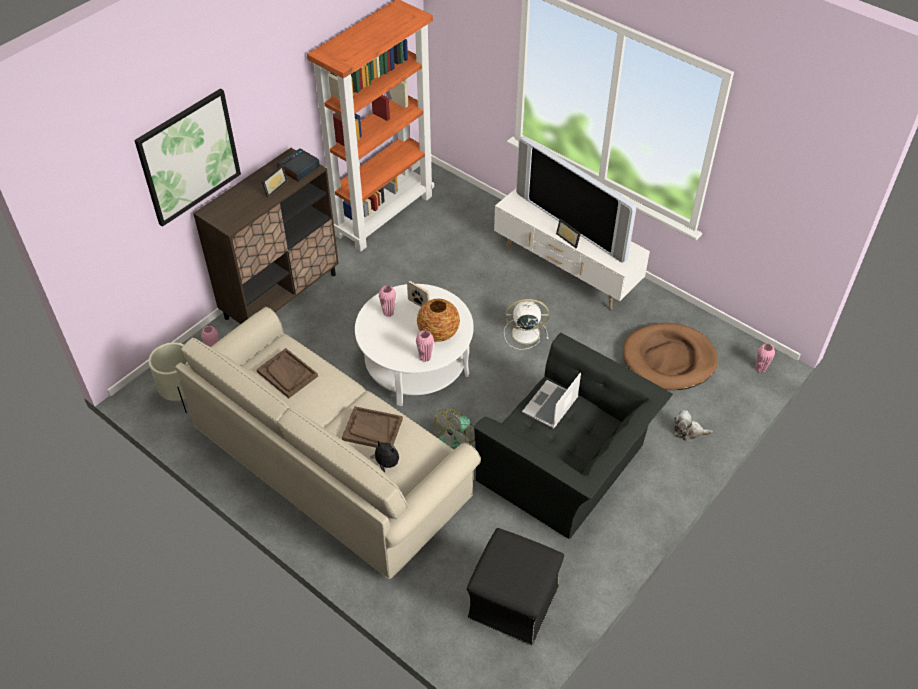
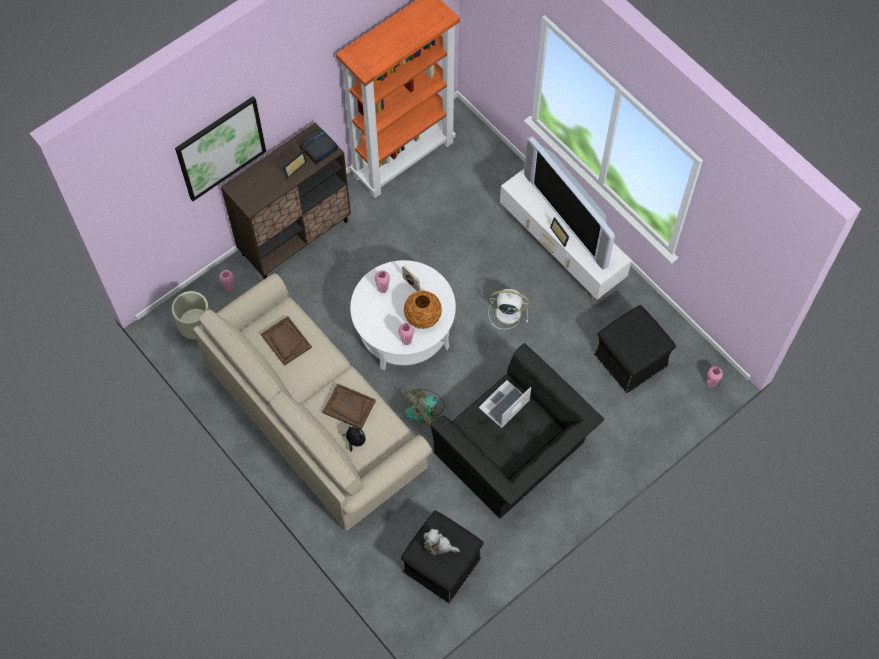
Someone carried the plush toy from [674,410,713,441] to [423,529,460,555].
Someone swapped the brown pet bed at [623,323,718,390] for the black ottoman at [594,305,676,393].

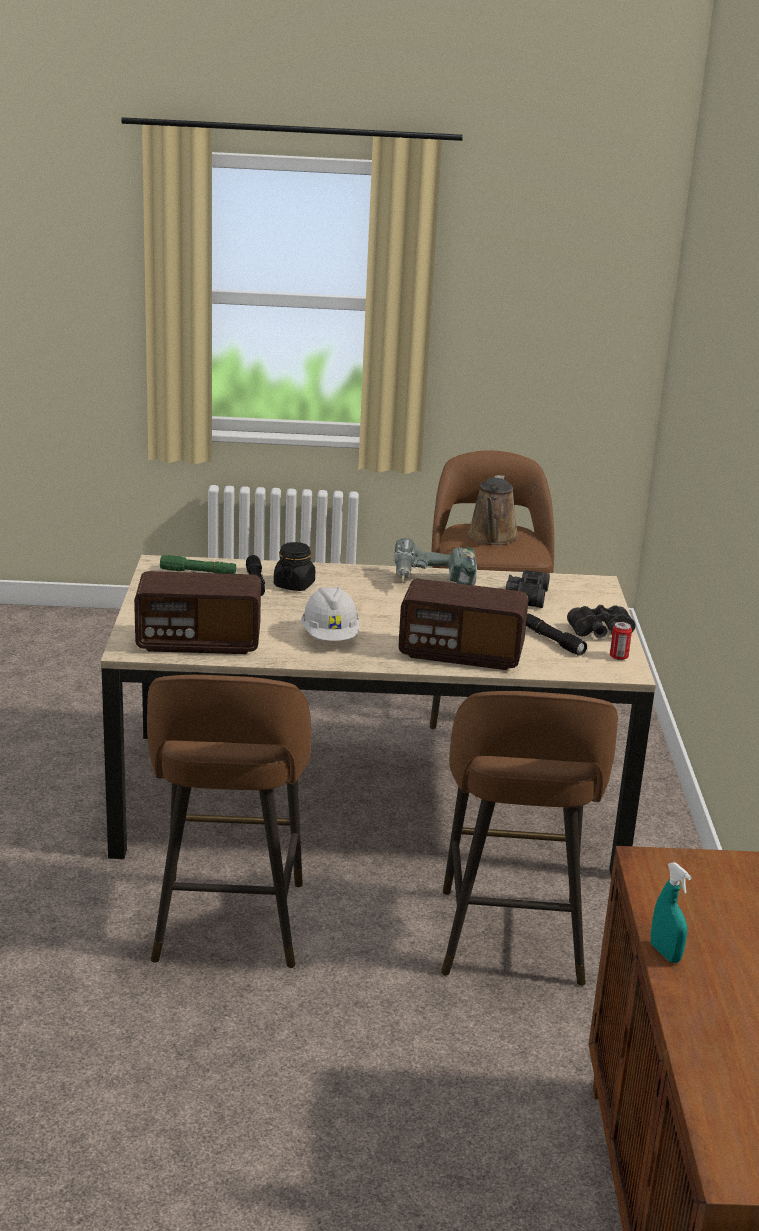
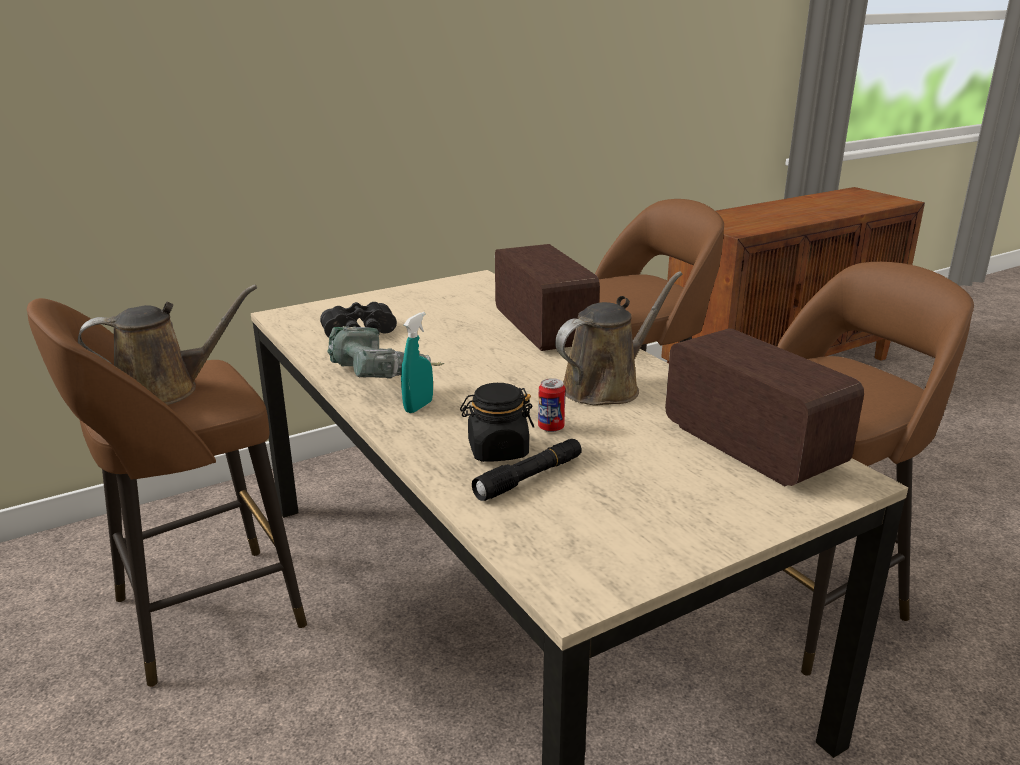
Someone carried the blue-green sprayer from [651,862,692,963] to [401,312,433,413].
Someone carried the sealed can from [610,622,632,660] to [538,378,565,432].
Someone swapped the white safety helmet at [301,587,360,641] for the brown watering pot at [555,271,682,405].
Someone took away the greenish torch at [160,555,236,574].
Someone took away the black torch at [526,614,587,656].
Someone took away the black pair of binoculars at [567,605,635,638].

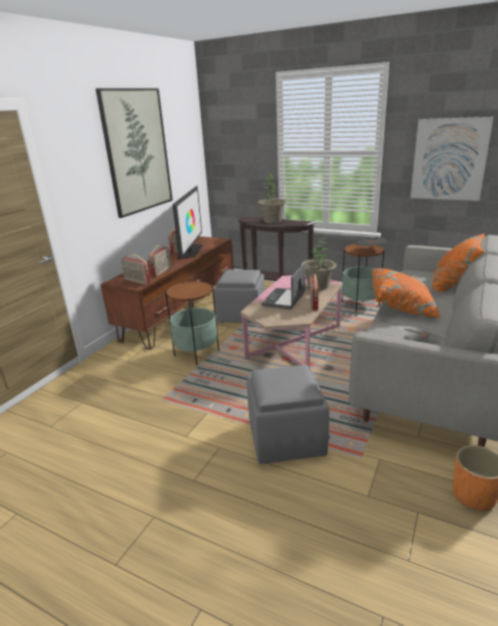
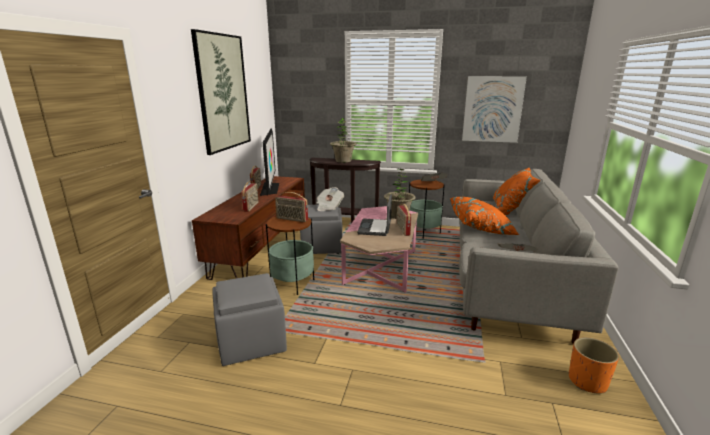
Someone carried the greyish ottoman from [247,365,329,464] to [212,273,287,366].
Someone carried the radio from [121,254,151,285] to [275,192,308,222].
Someone put down the newspaper at [316,187,344,211].

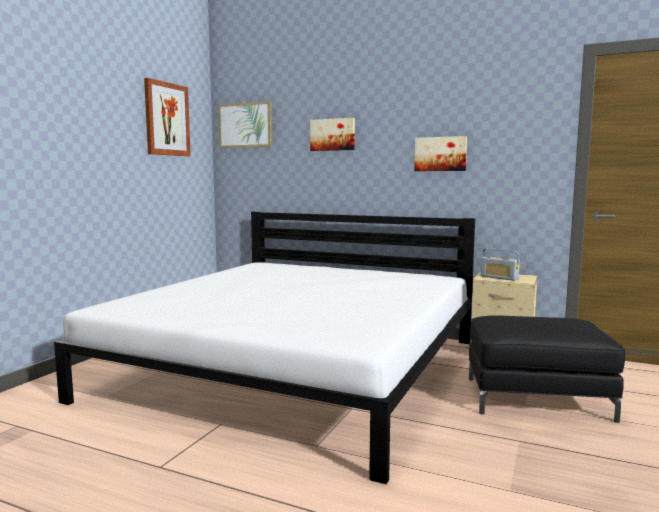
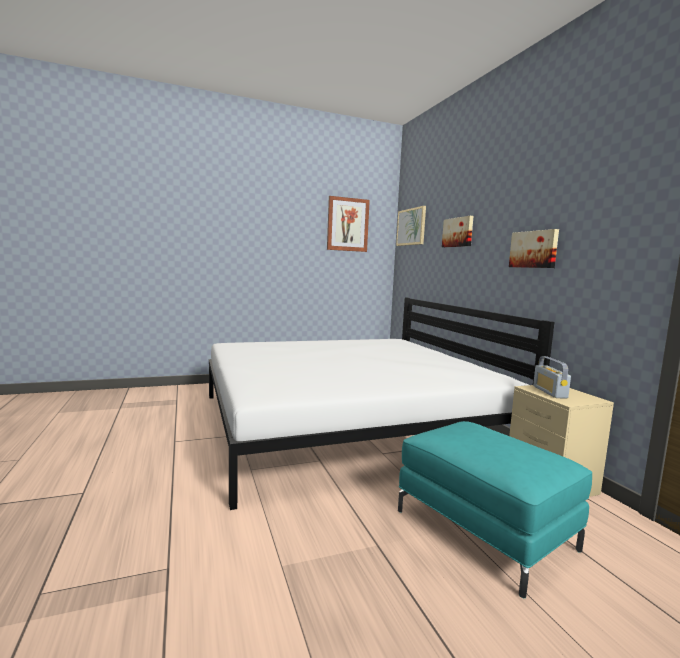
Someone repainted the black ottoman at [469,316,625,423], which became the blue-green ottoman at [398,421,592,598].

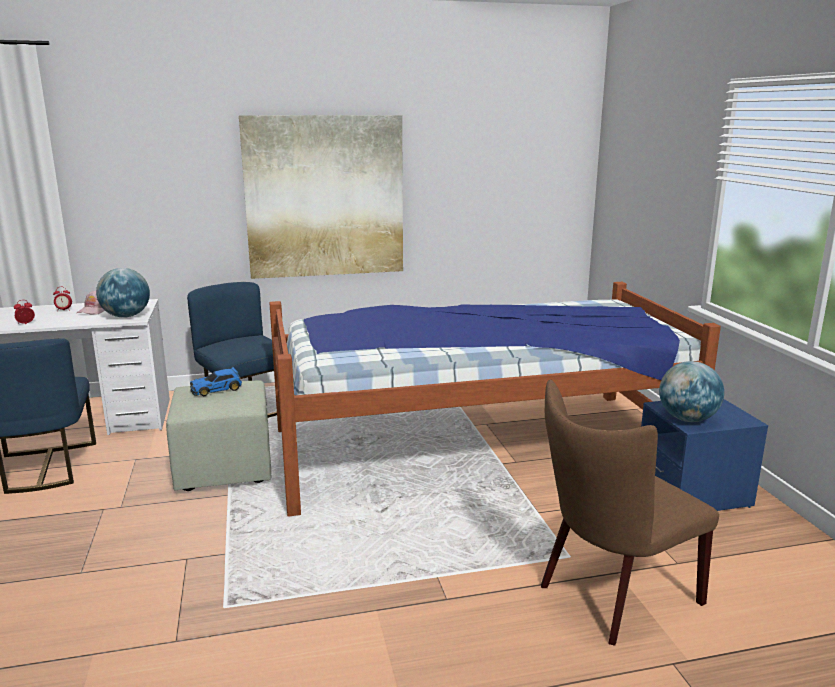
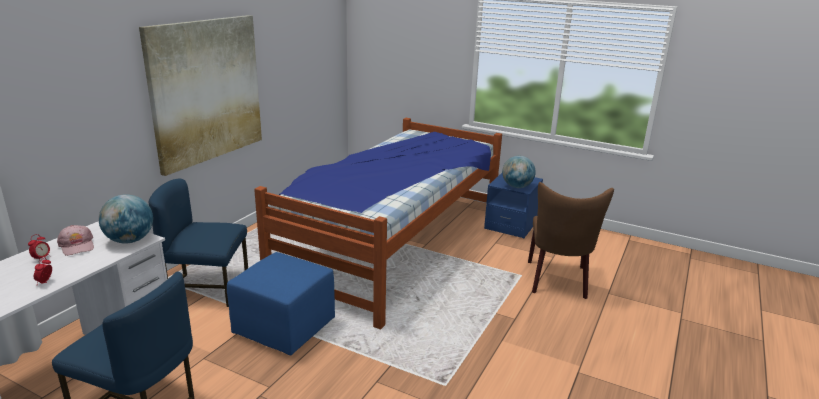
Someone repainted the greenish ottoman at [166,380,271,491], which became the blue ottoman at [227,252,335,355].
Someone took away the model car at [190,367,242,396].

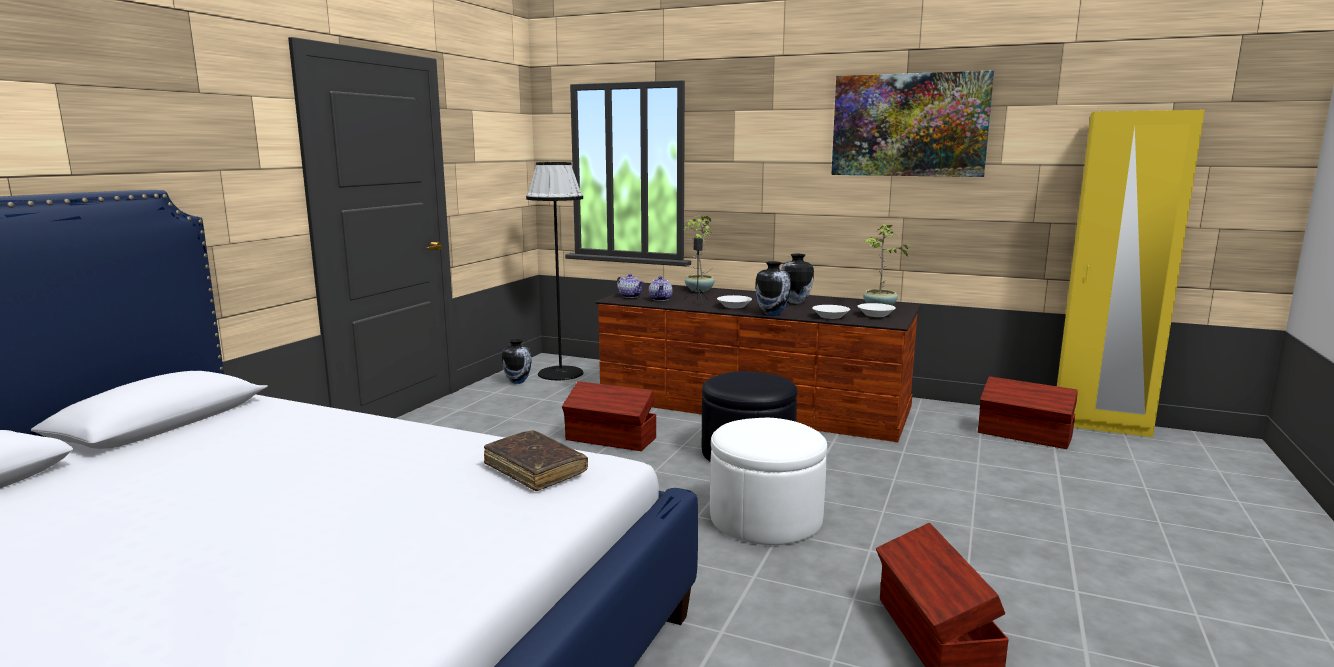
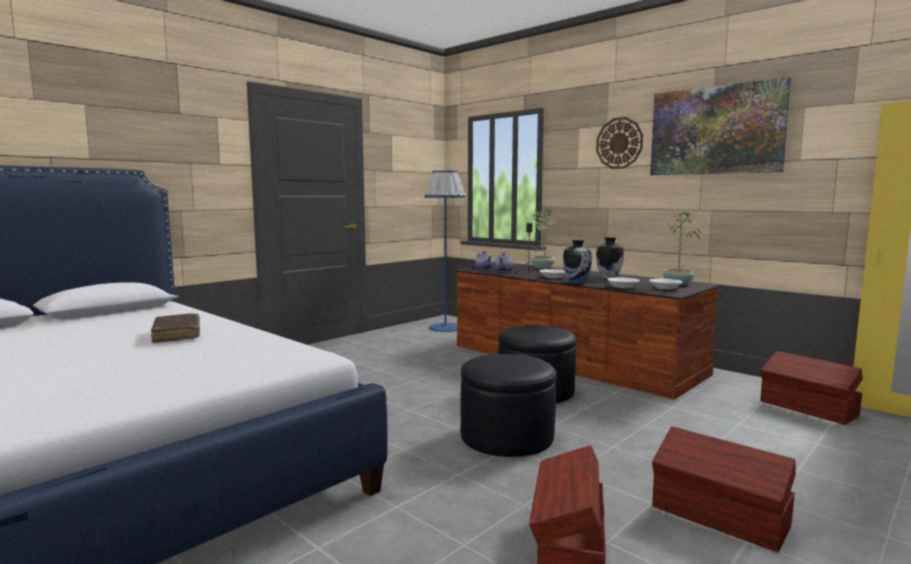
Someone carried the brown book from [484,430,588,491] to [151,313,200,343].
Someone repainted the black standing lamp at [526,162,584,380], which became the blue standing lamp at [425,170,466,332].
Someone repainted the white ottoman at [710,418,827,545], which became the black ottoman at [460,354,557,457].
Someone put up the wall clock at [596,117,643,169].
Someone carried the brown storage box from [562,381,656,451] to [652,426,796,552].
Someone took away the decorative vase at [502,339,531,384].

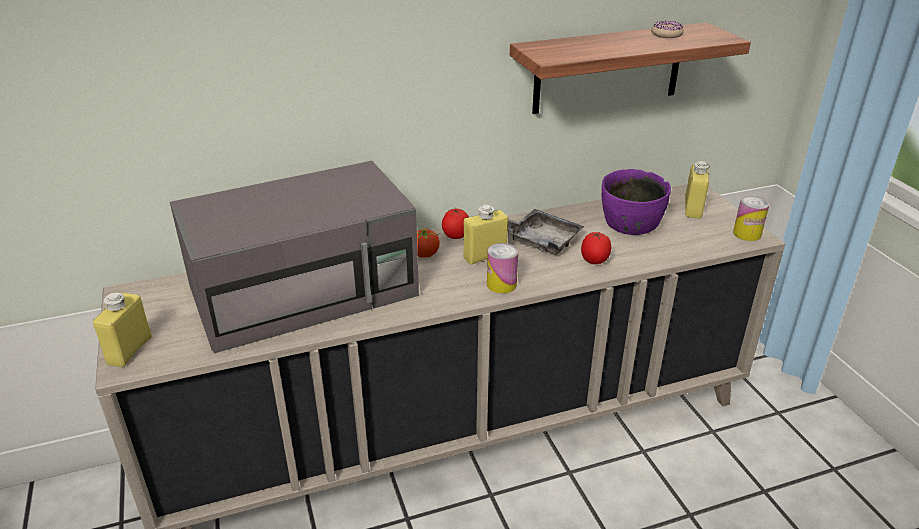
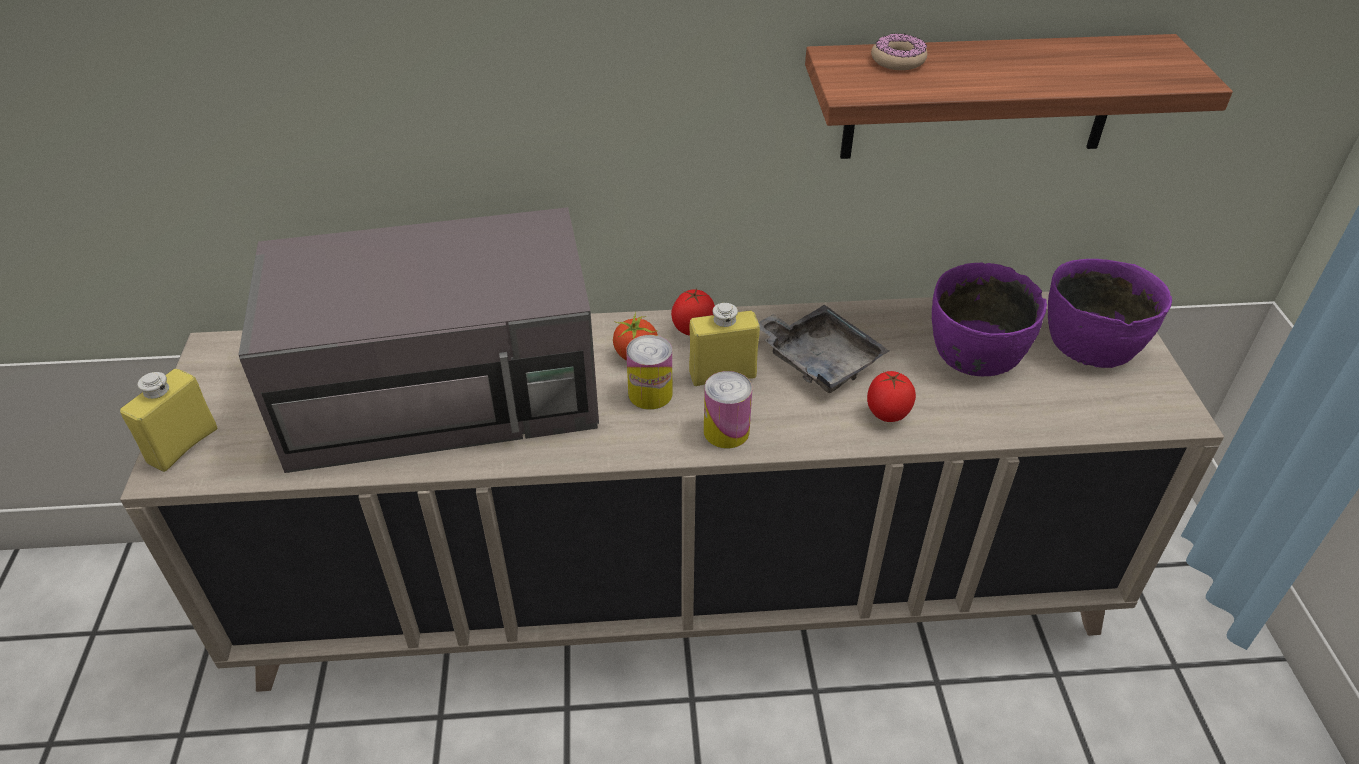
Someone carried the sealed can from [733,196,770,241] to [626,335,672,410].
Someone carried the donut from [651,21,684,38] to [871,33,927,70].
Someone swapped the yellowish drink bottle at [685,161,710,219] for the purple deep dish at [1048,259,1172,368].

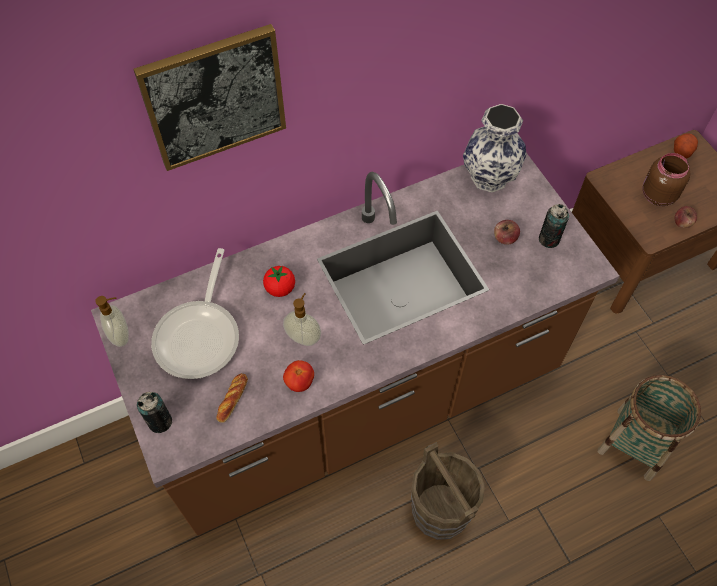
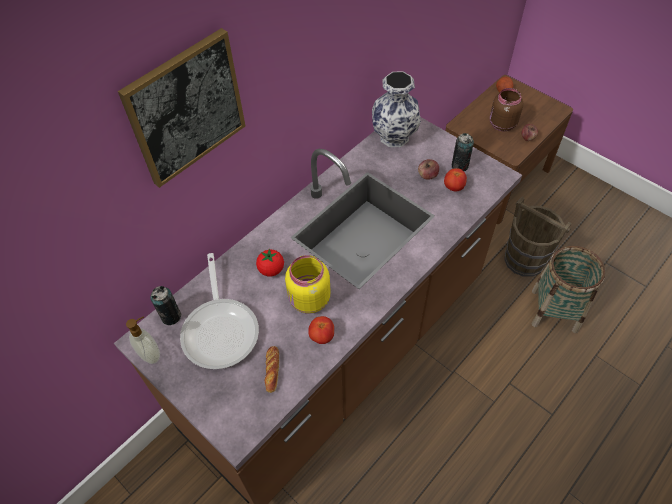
Someone carried the sealed can from [137,392,172,433] to [150,286,181,325].
Someone swapped the liquid soap bottle at [283,293,321,346] for the yellowish jar at [285,255,331,314].
Someone put down the whole tomato at [444,168,467,191].
Someone carried the brown water bucket from [411,442,485,540] to [504,197,571,277].

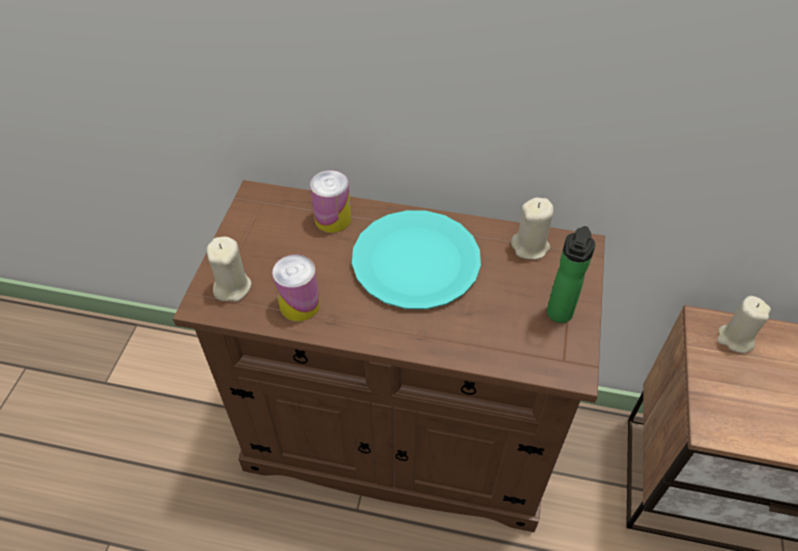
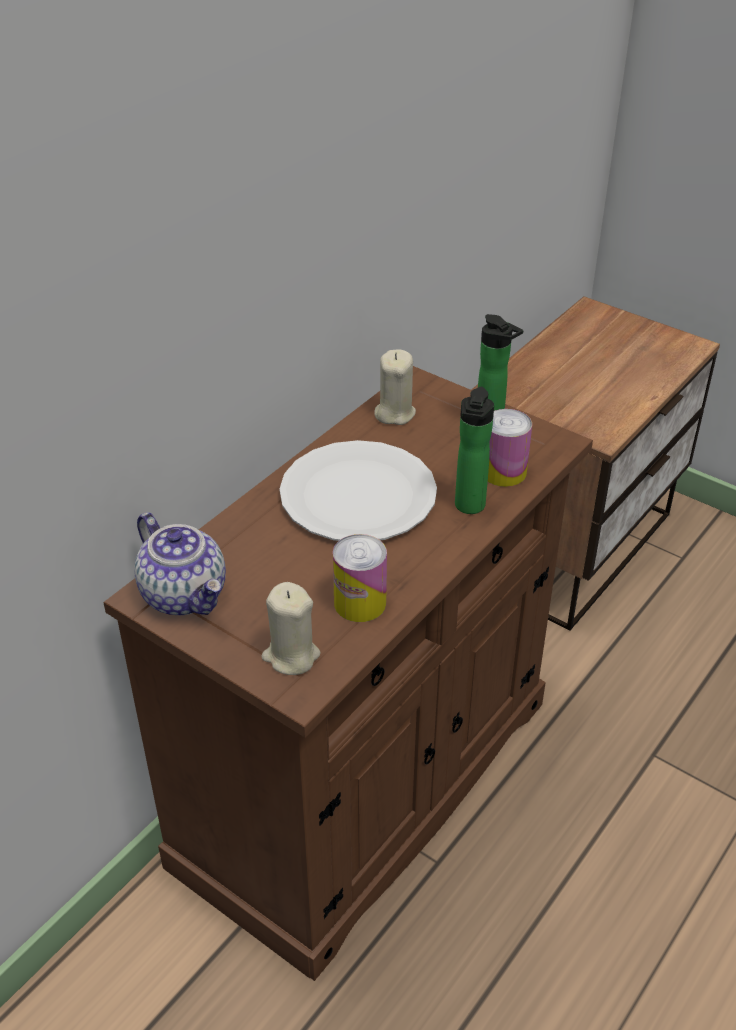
Someone put down the teapot at [134,512,226,615].
Someone repainted the blue-green dinner plate at [352,210,481,309], which became the white dinner plate at [279,440,437,541].
Someone put down the drink bottle at [455,387,494,514].
Someone carried the sealed can from [310,170,351,233] to [488,409,532,487].
Someone took away the sand-coloured candle at [717,296,771,353].

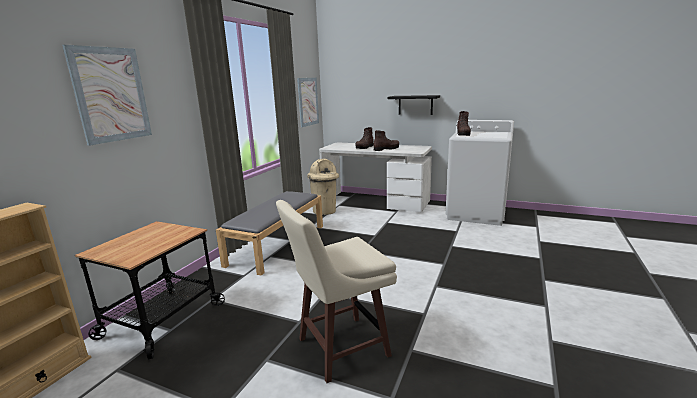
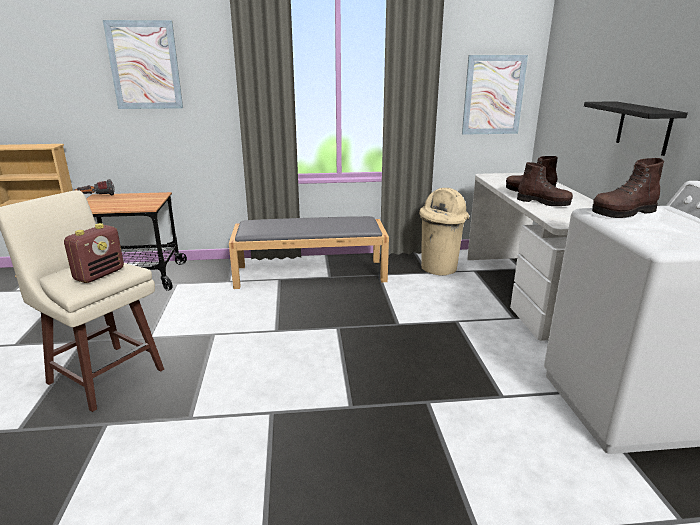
Someone put down the radio at [64,223,124,283].
Someone put down the torch at [74,179,115,195].

